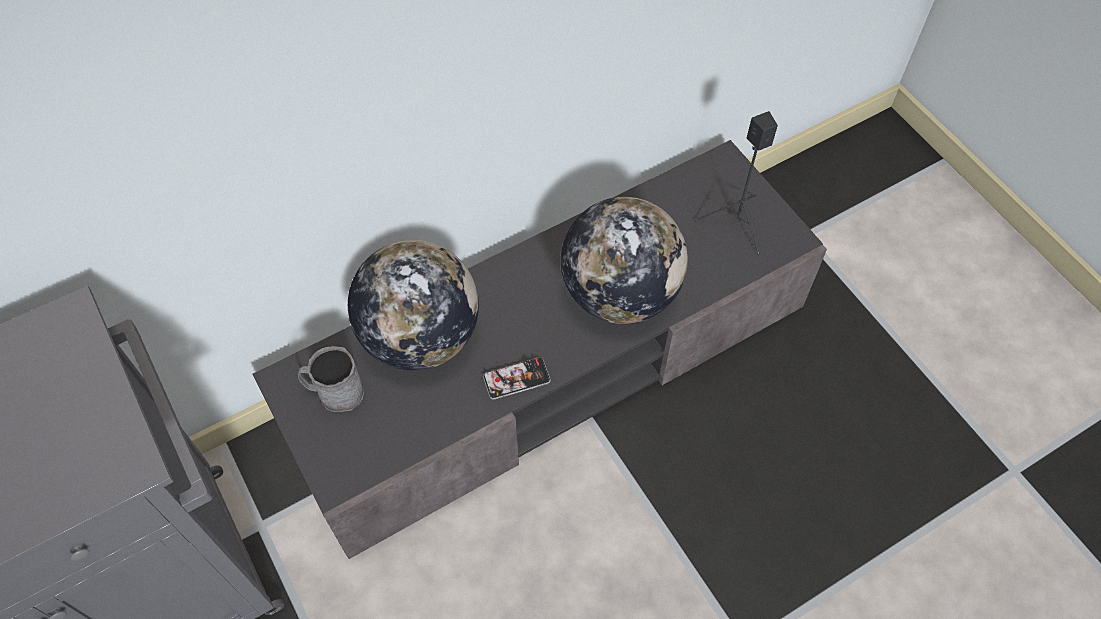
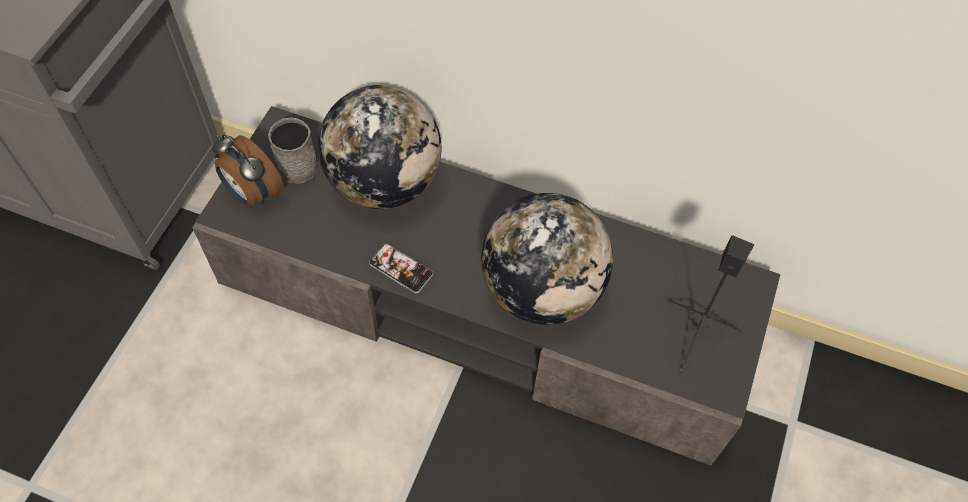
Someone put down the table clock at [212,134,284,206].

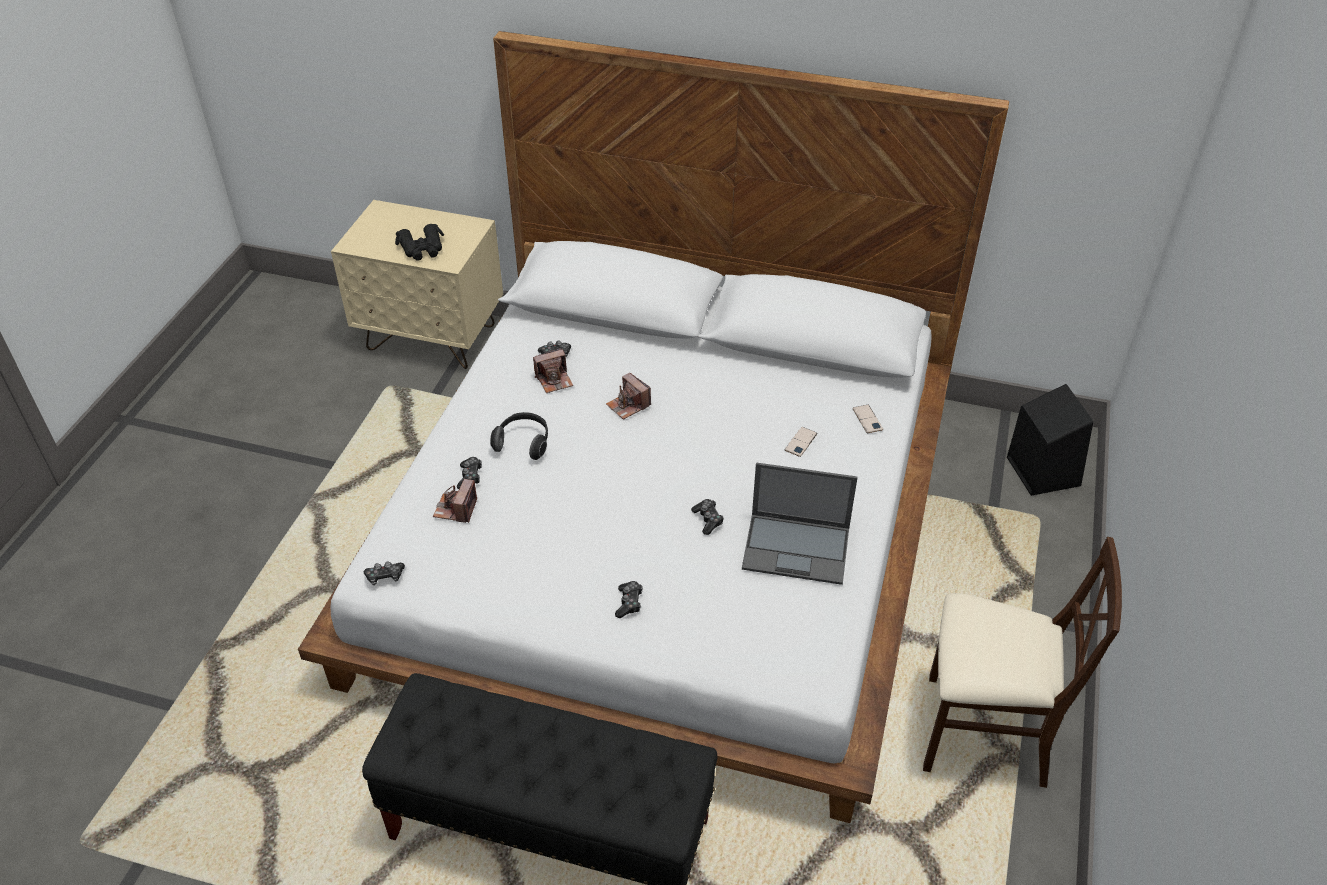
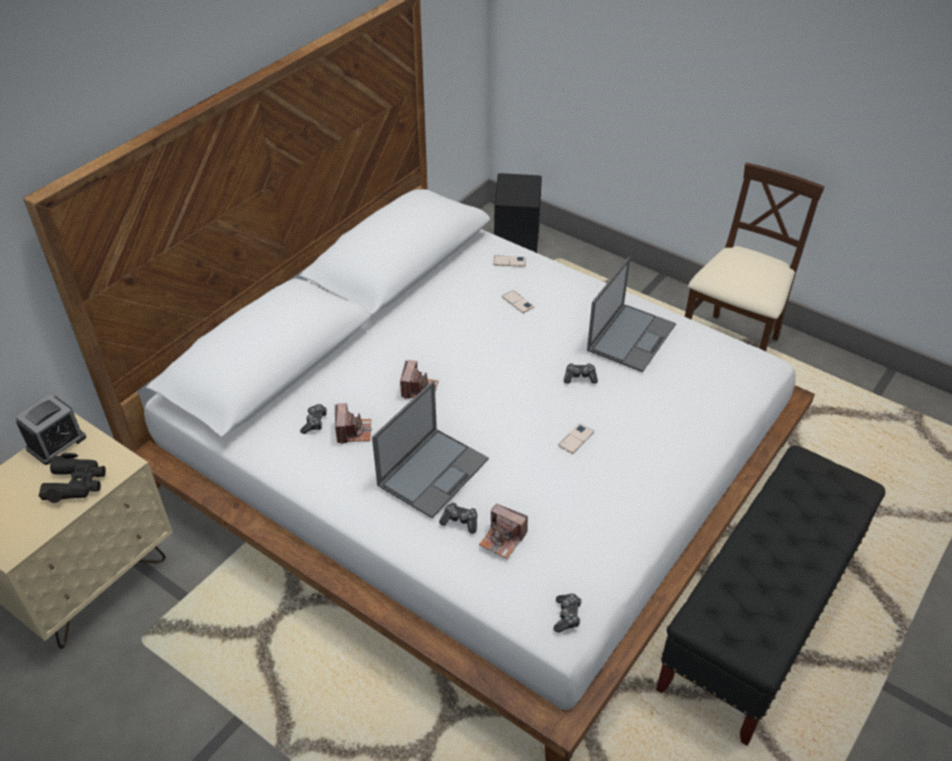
Someone put down the table clock at [16,394,86,465].
Someone swapped the headset at [490,412,548,460] for the notebook computer at [372,381,489,518].
Someone rotated the photo camera at [606,373,651,420] by 60 degrees counterclockwise.
Someone put down the telephone at [558,423,594,454].
Someone took away the joypad at [615,581,643,618].

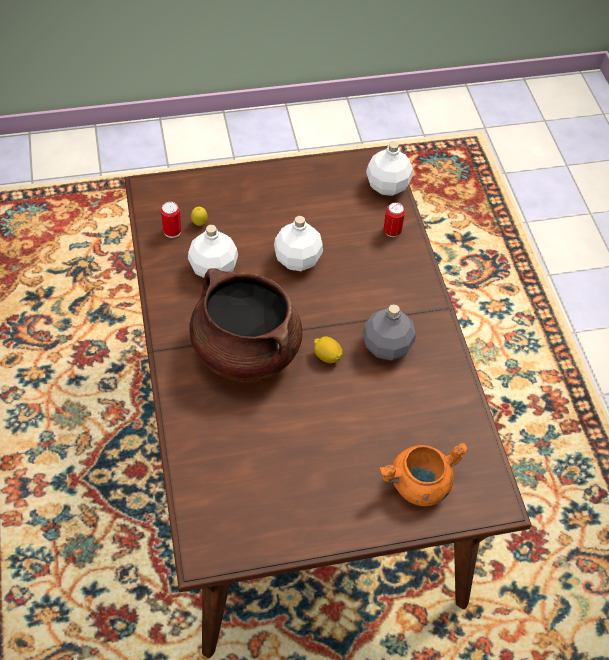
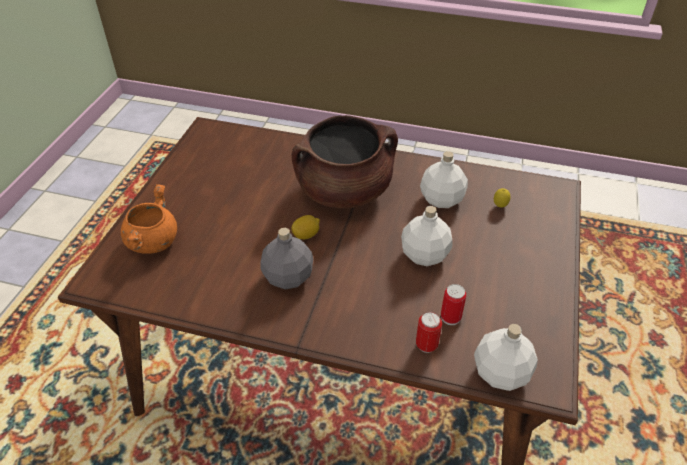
Someone carried the sealed can from [161,202,181,238] to [441,284,466,325].

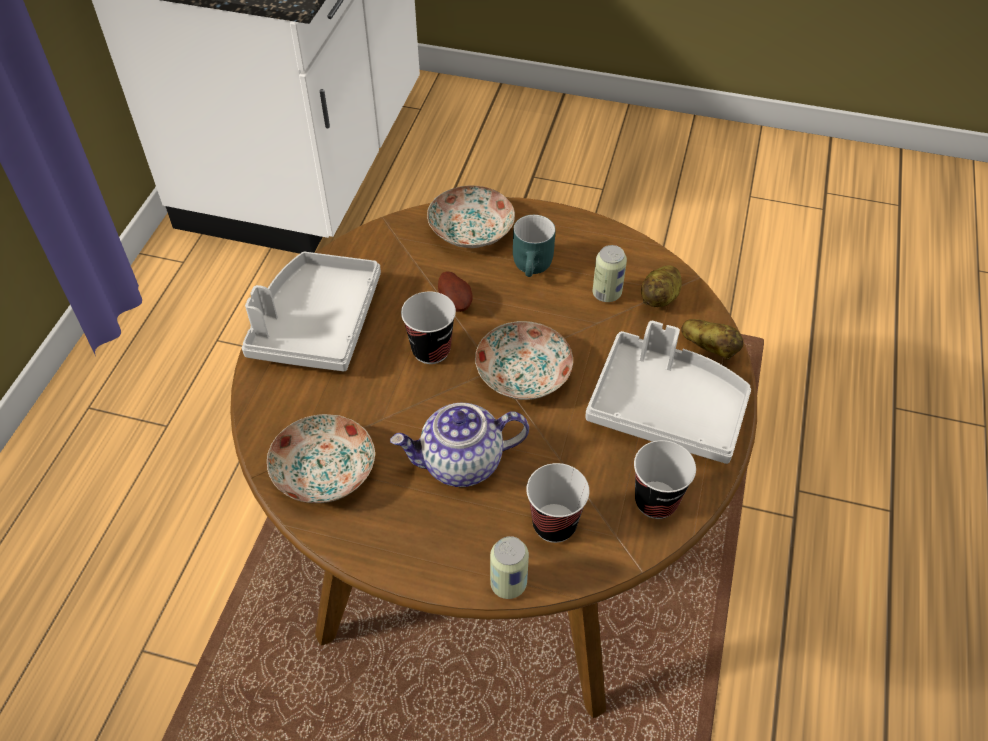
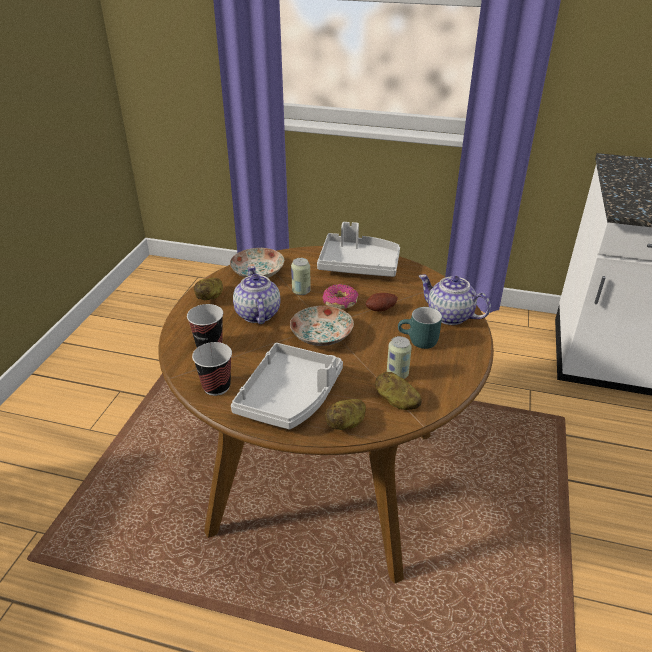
Someone put down the whole potato at [194,278,223,300].
Someone carried the sealed can from [490,536,529,599] to [291,258,311,295].
Someone swapped the drinking cup at [401,291,456,364] for the donut at [323,284,359,309].
Someone swapped the dinner plate at [427,185,515,248] for the teapot at [419,274,491,325].

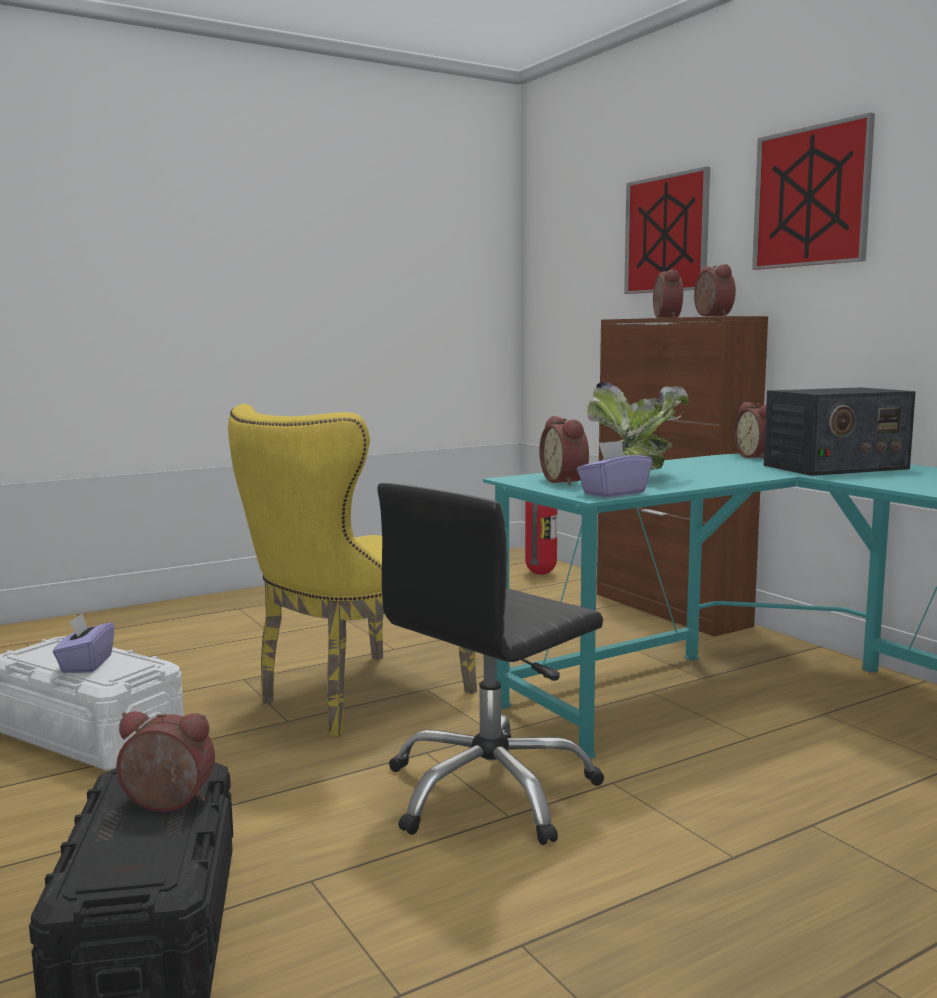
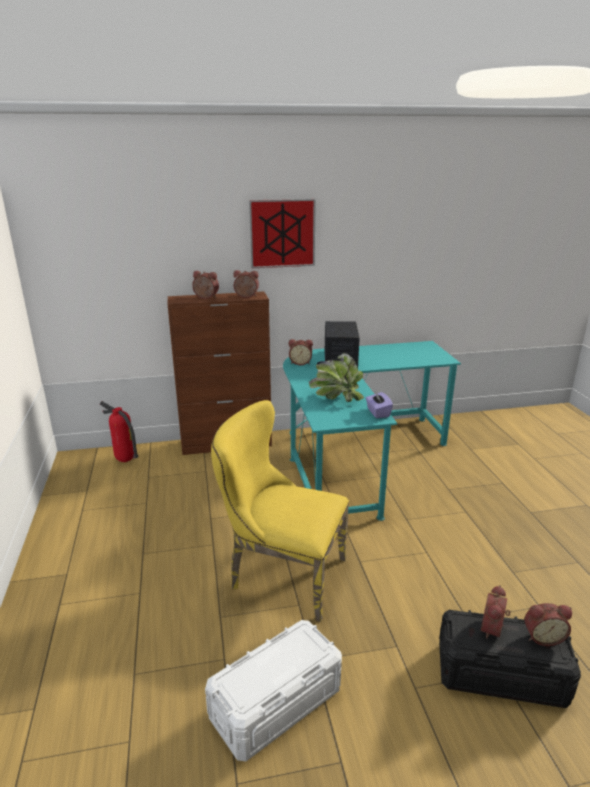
Someone rotated the yellowish chair at [228,404,477,737] by 135 degrees clockwise.
Someone carried the table clock from [539,416,589,486] to [524,603,572,646].
Someone took away the purple tissue box at [53,613,114,673].
Someone took away the black desk chair at [377,483,604,845].
Someone took away the wall art at [624,167,710,294].

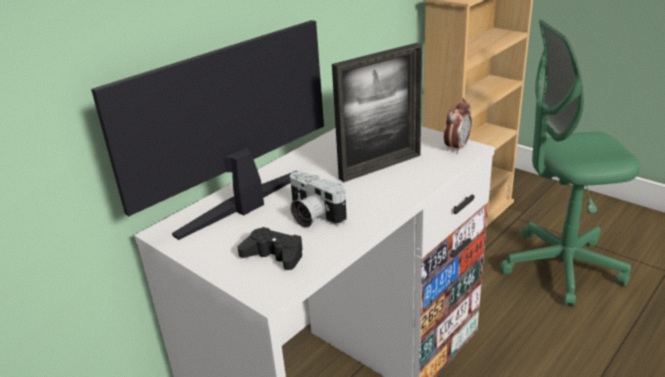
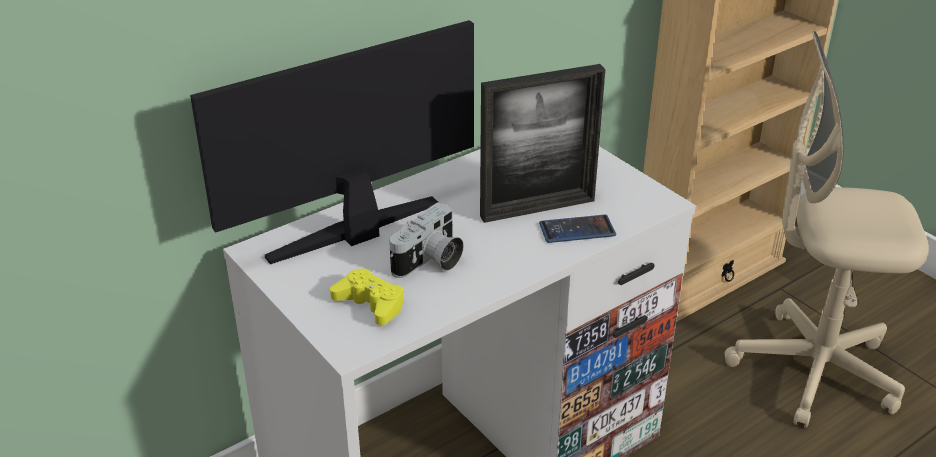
Someone repainted the black joypad at [238,227,303,270], which became the yellowish joypad at [330,268,405,325].
Someone rotated the photo camera at [290,171,347,228] by 105 degrees counterclockwise.
Someone put down the telephone at [539,215,616,243].
Someone repainted the greenish desk chair at [500,20,640,306], which became the sand-coloured desk chair at [725,31,929,428].
Someone took away the table clock at [444,98,472,154].

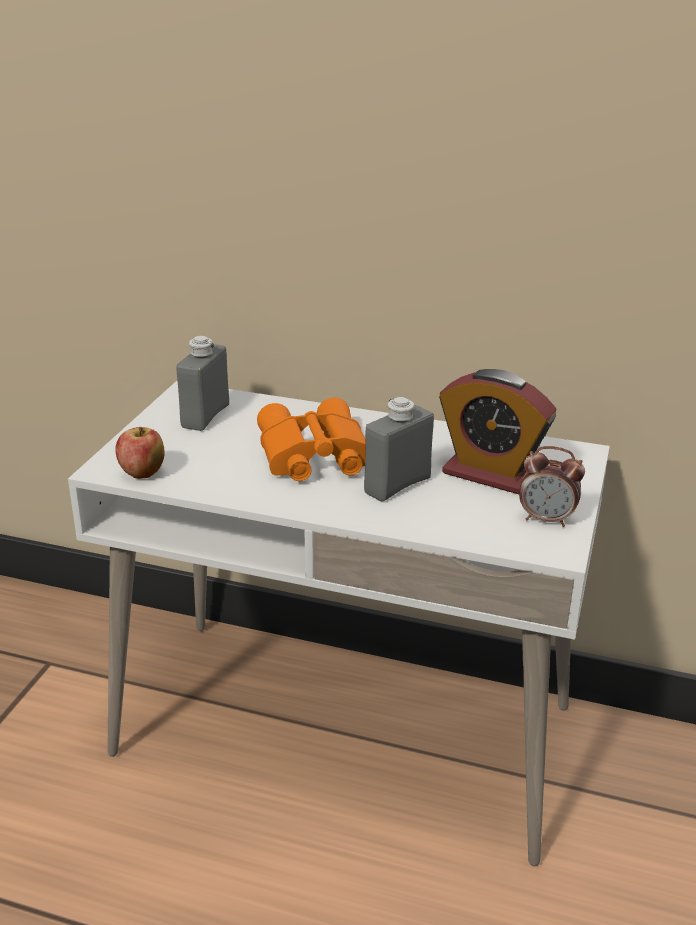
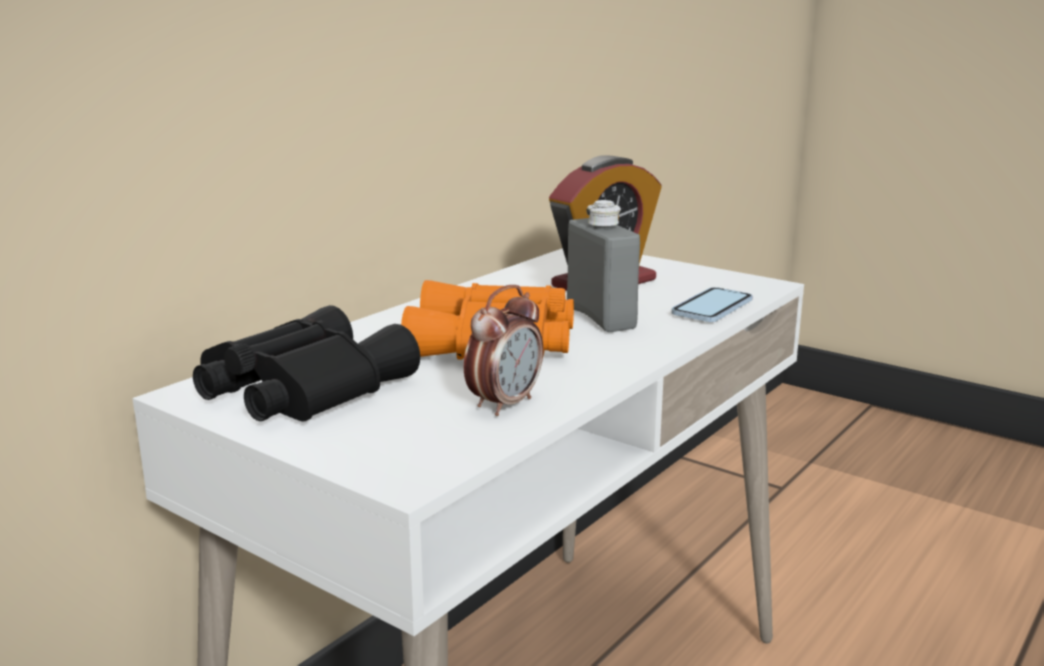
Someone swapped the greyish drink bottle at [177,336,229,431] for the black pair of binoculars at [193,305,420,422].
Someone carried the table clock from [519,446,585,527] to [463,285,543,416].
Someone put down the telephone at [672,287,752,322].
Someone took away the apple at [115,427,165,479].

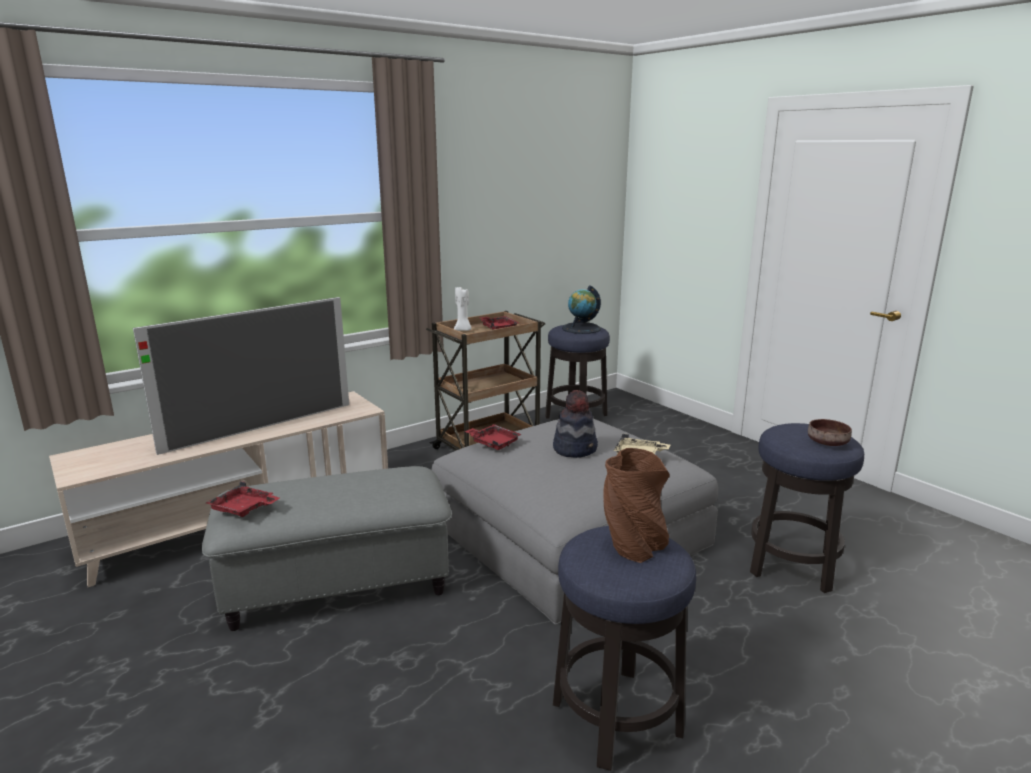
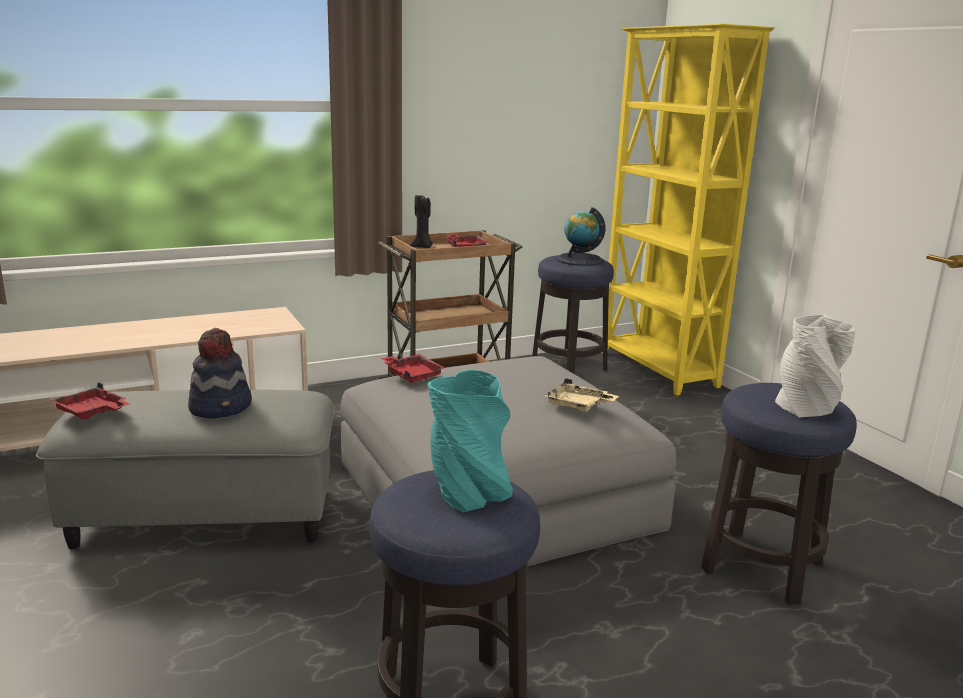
Someone carried the hat from [553,390,598,458] to [188,328,252,418].
Someone repainted the white candle at [454,287,471,331], which became the black candle at [411,195,433,248].
Someone repainted the brown decorative vase at [603,448,670,563], which became the blue-green decorative vase at [428,370,513,512].
Someone put down the yellowish shelving unit at [601,24,774,395].
Someone swapped the brown deep dish at [808,419,852,446] for the greyish decorative vase at [775,315,855,417].
Someone took away the TV at [133,297,349,455].

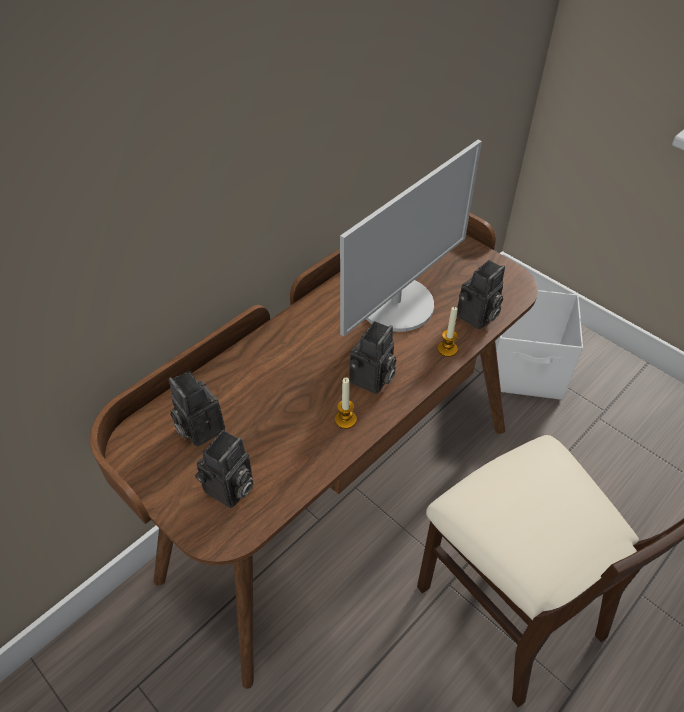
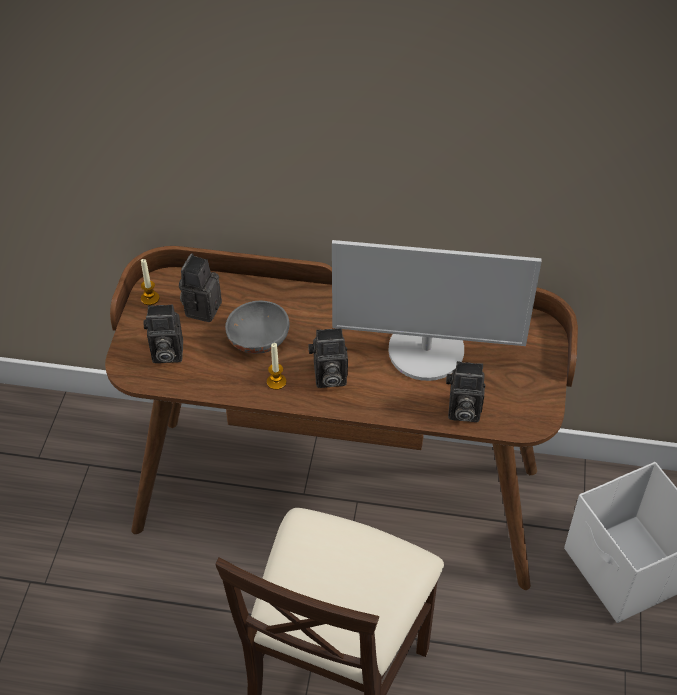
Someone carried the candle from [437,307,458,357] to [141,259,160,305].
Someone put down the greyish deep dish at [225,301,290,354].

